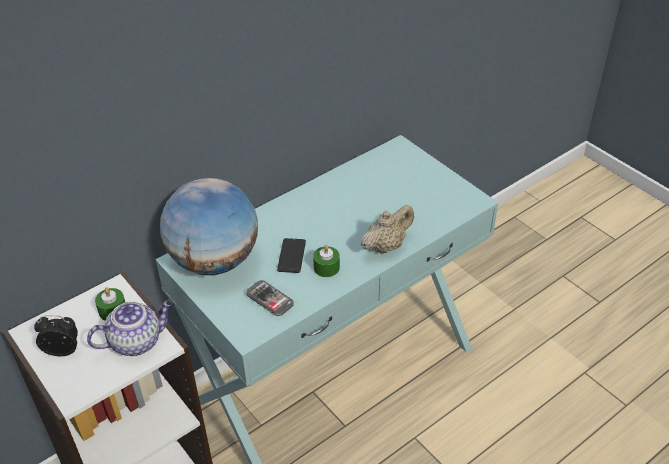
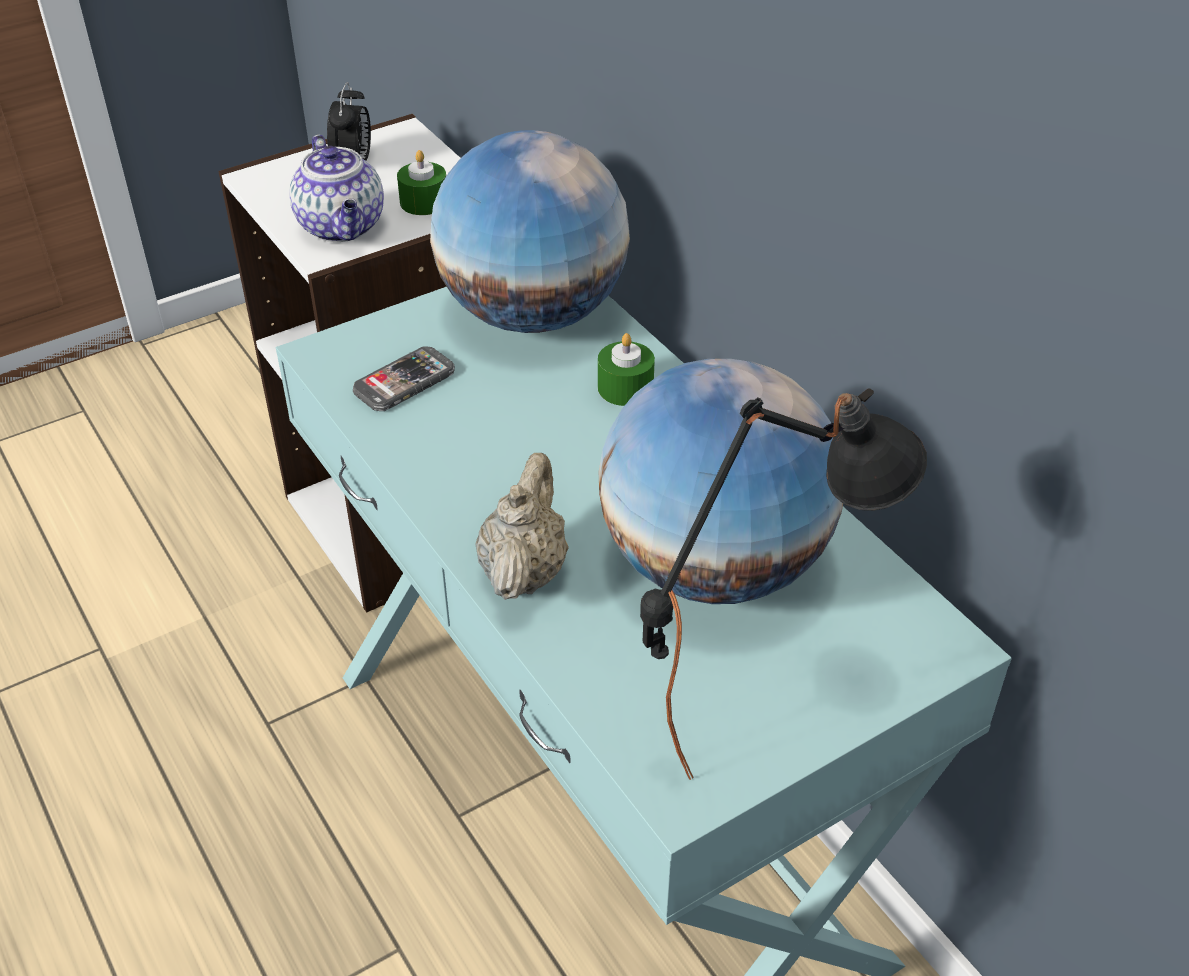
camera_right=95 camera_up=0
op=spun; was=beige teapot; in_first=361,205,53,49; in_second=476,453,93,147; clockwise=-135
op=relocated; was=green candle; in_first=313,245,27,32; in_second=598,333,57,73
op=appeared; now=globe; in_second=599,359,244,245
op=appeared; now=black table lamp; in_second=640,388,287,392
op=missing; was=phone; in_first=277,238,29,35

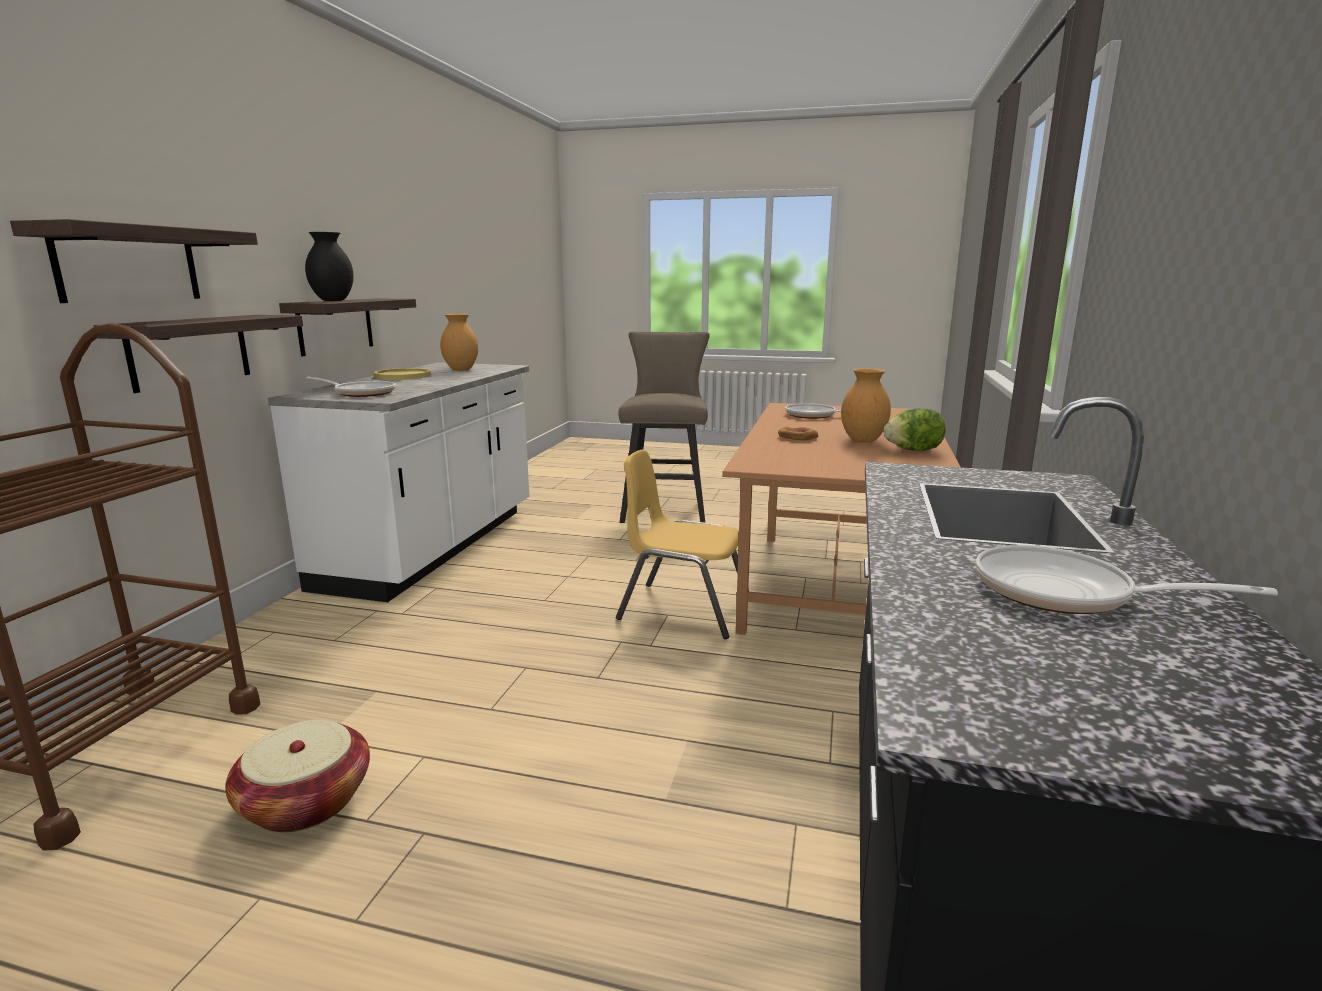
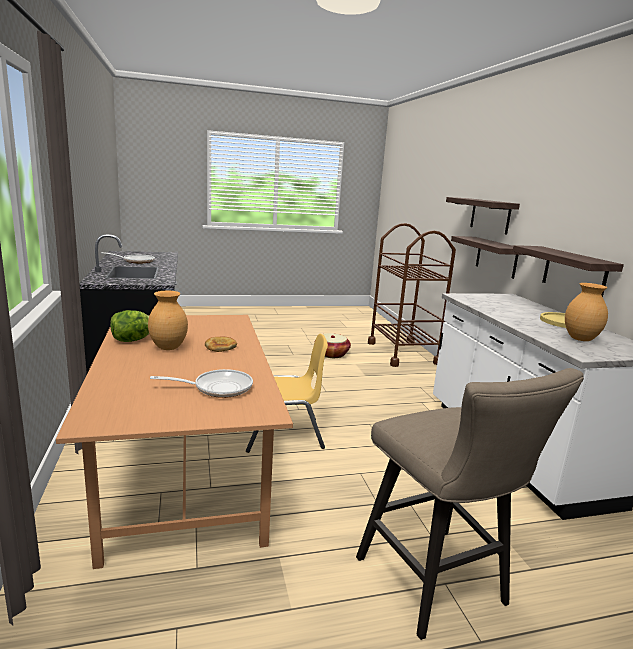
camera_right=150 camera_up=0
op=missing; was=black vase; in_first=305,232,49,69
op=missing; was=frying pan; in_first=306,377,90,20

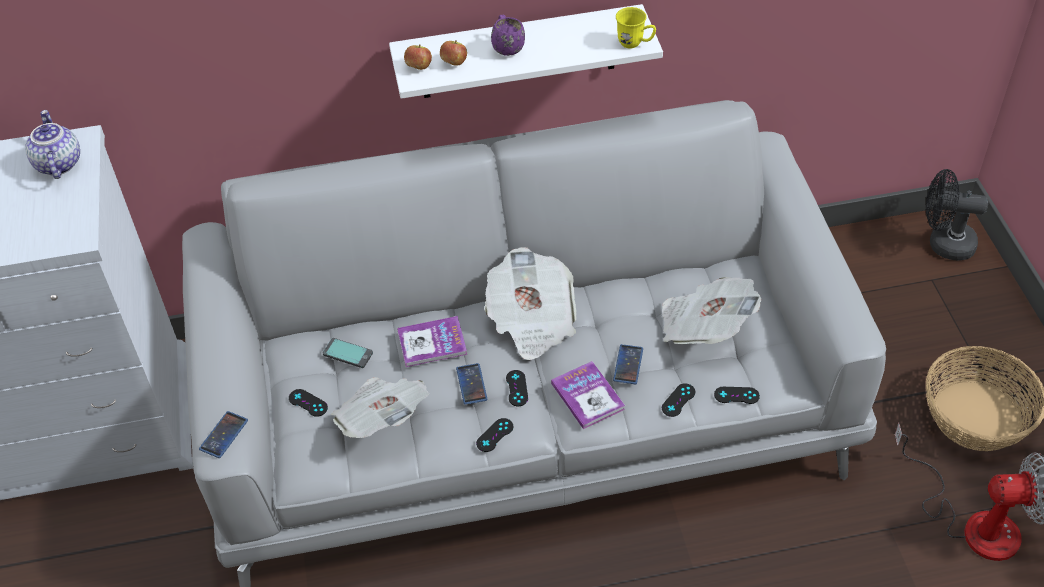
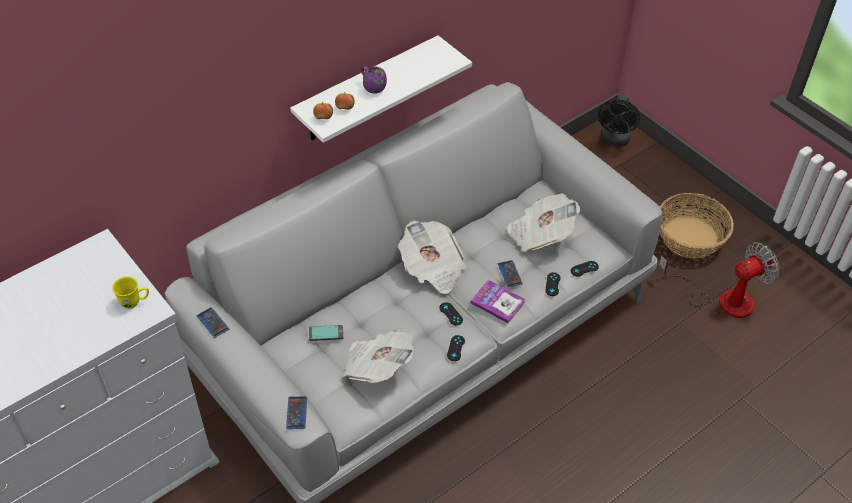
camera_right=-30 camera_up=0
op=relocated; was=yellow mug; in_first=616,7,40,41; in_second=112,276,37,33
op=relocated; was=phone; in_first=456,363,31,42; in_second=197,307,32,31
op=spun; was=black fan; in_first=926,169,62,91; in_second=598,95,42,51; clockwise=-60
op=missing; was=teapot; in_first=25,110,55,69
op=missing; was=black game controller; in_first=289,389,39,28
op=missing; was=book; in_first=397,316,70,51

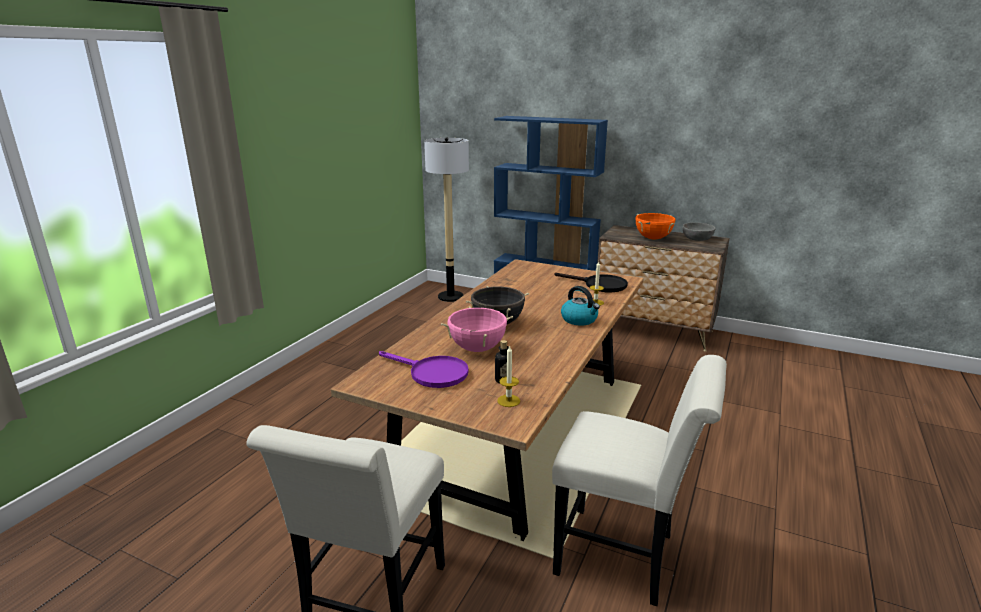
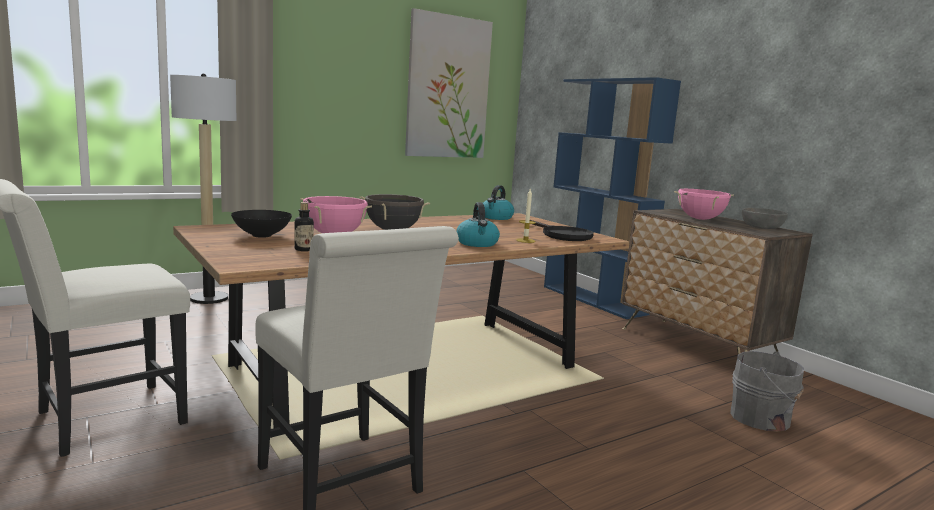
camera_right=30 camera_up=-10
op=relocated; was=floor lamp; in_first=424,137,45,165; in_second=170,73,66,231
op=exchanged; was=purple frying pan; now=black bowl; in_first=379,351,90,37; in_second=231,210,61,28
op=appeared; now=picture; in_second=405,8,88,150
op=appeared; now=kettle; in_second=483,185,31,35
op=colour; was=orange cooking pot; now=pink cooking pot; in_first=635,213,40,26; in_second=674,189,60,31
op=appeared; now=grey bucket; in_second=730,351,74,81
op=missing; was=candle; in_first=497,345,23,62

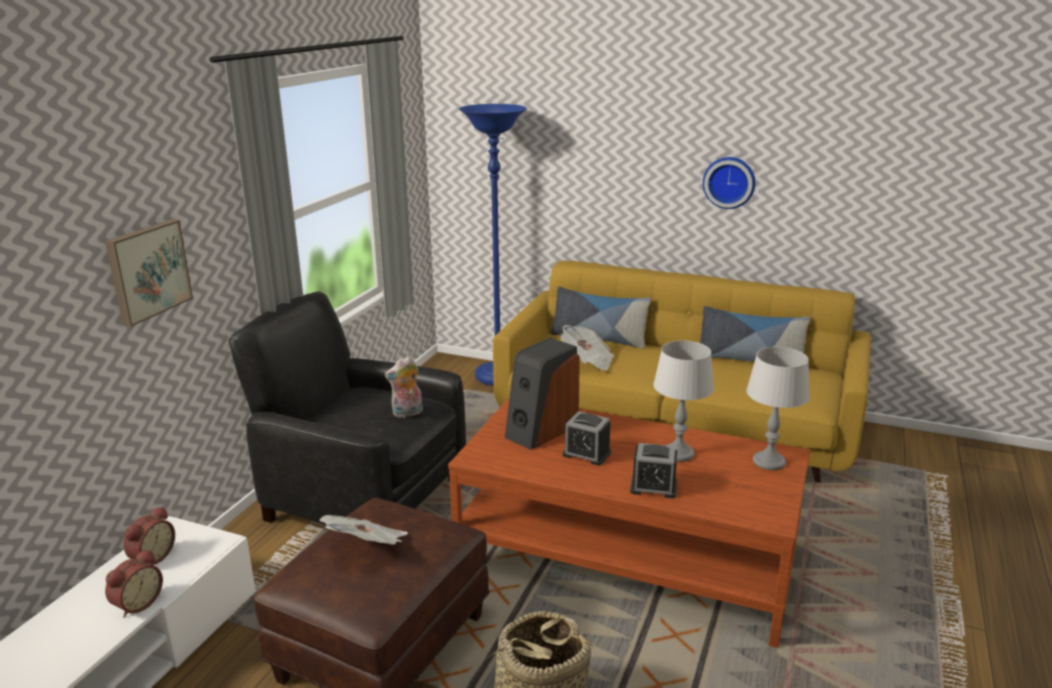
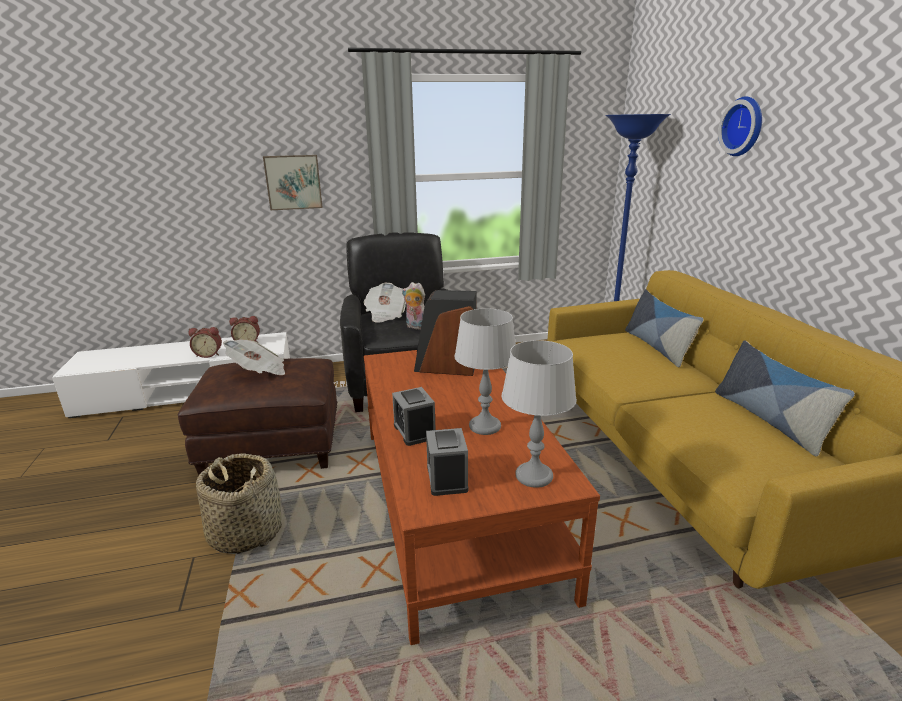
camera_right=55 camera_up=0
op=relocated; was=newspaper; in_first=561,325,53,46; in_second=363,283,43,40
op=relocated; was=alarm clock; in_first=563,411,48,55; in_second=426,428,42,68
op=relocated; was=wall clock; in_first=703,157,52,52; in_second=718,96,44,60

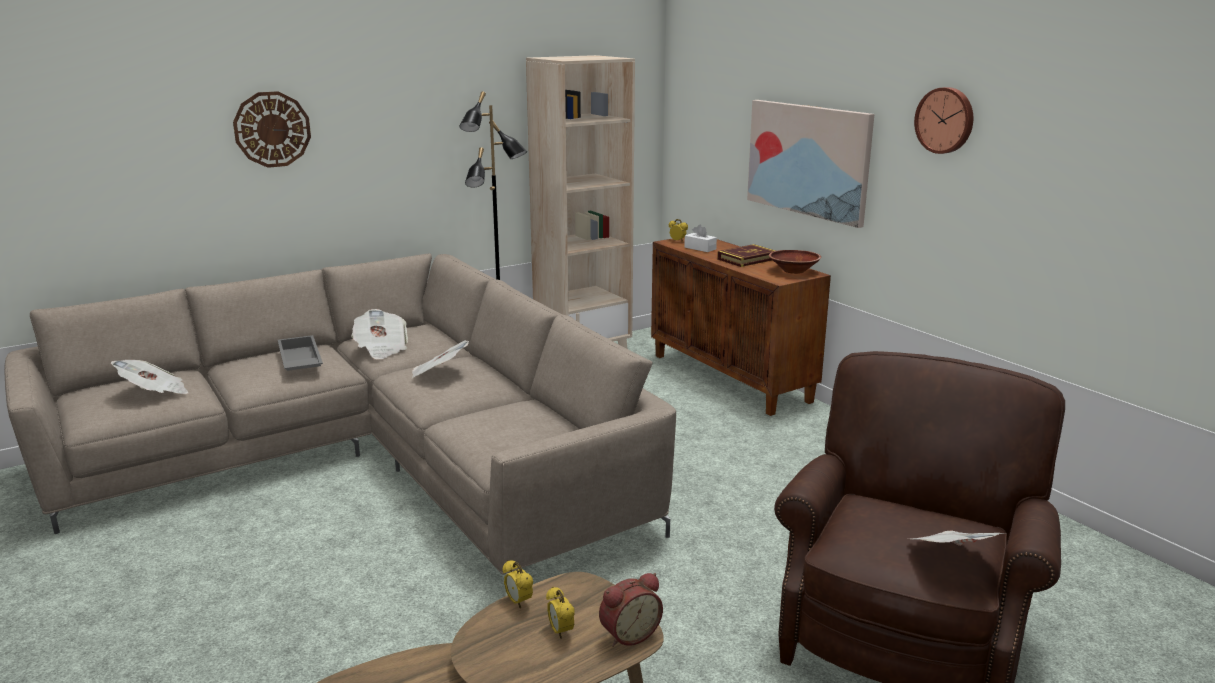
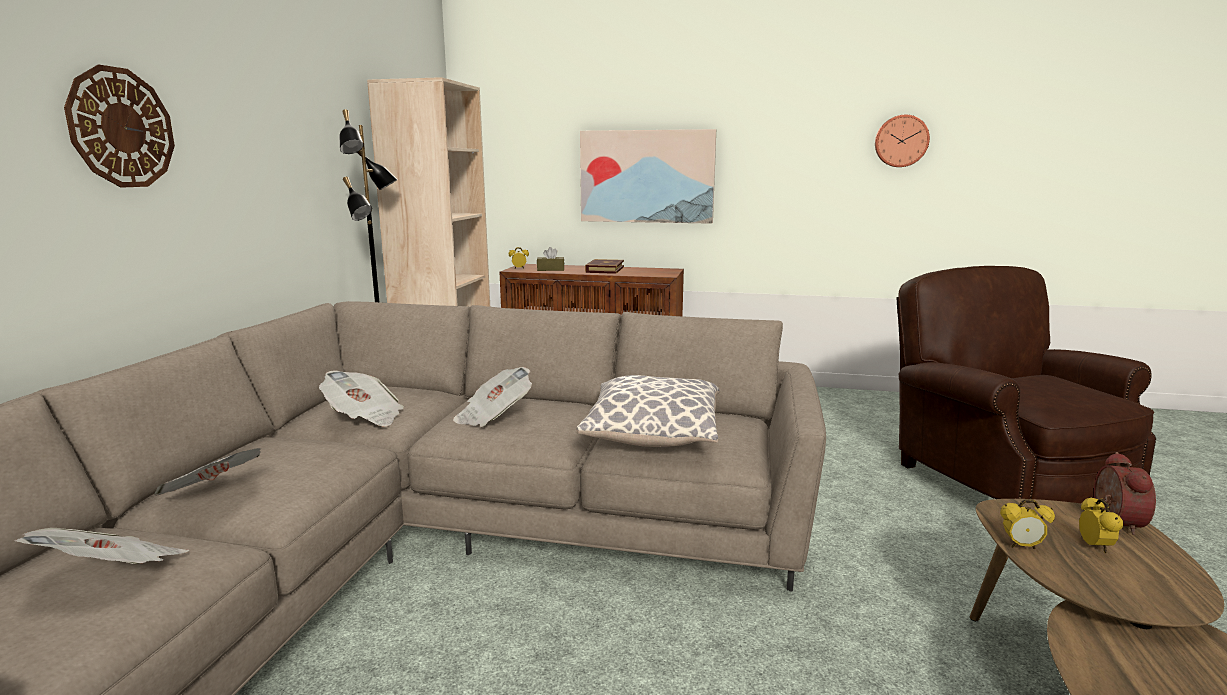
camera_right=-45 camera_up=-5
op=relocated; was=newspaper; in_first=910,531,93,15; in_second=155,448,106,48
op=colour; was=white tissue box; now=brown tissue box; in_first=684,224,33,28; in_second=537,247,28,24
op=appeared; now=pillow; in_second=577,375,142,72
op=relocated; was=wall clock; in_first=914,87,59,67; in_second=875,115,55,52
op=spun; was=alarm clock; in_first=546,586,29,53; in_second=1079,497,44,56; clockwise=-105
op=missing; was=grey tray; in_first=278,335,45,36
op=missing; was=brown bowl; in_first=769,250,52,24

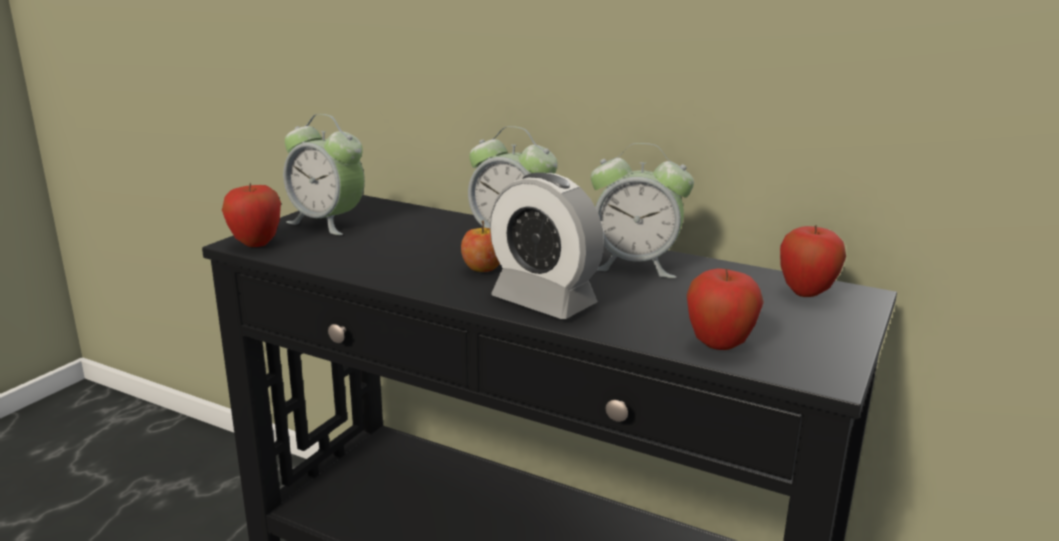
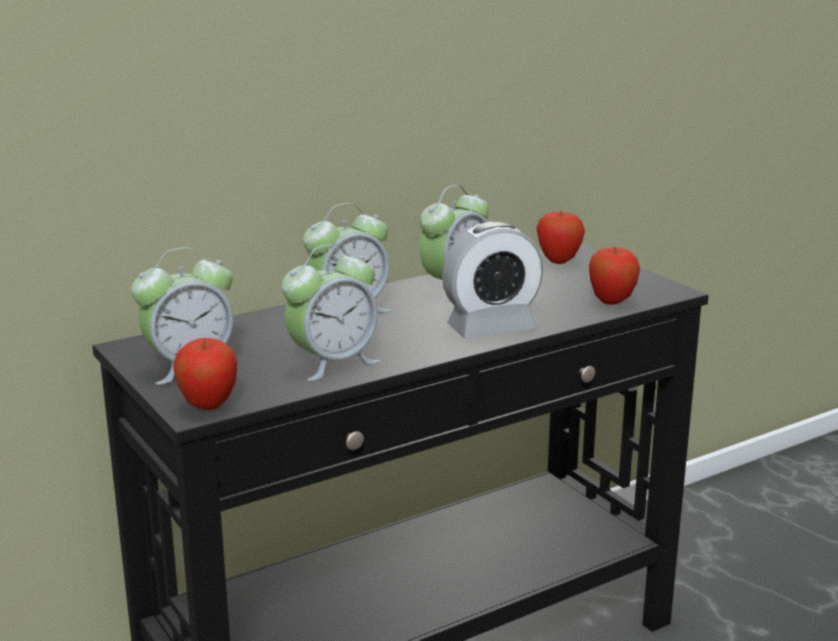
camera_right=-60 camera_up=0
op=appeared; now=alarm clock; in_second=282,244,98,137
op=missing; was=apple; in_first=461,220,39,52

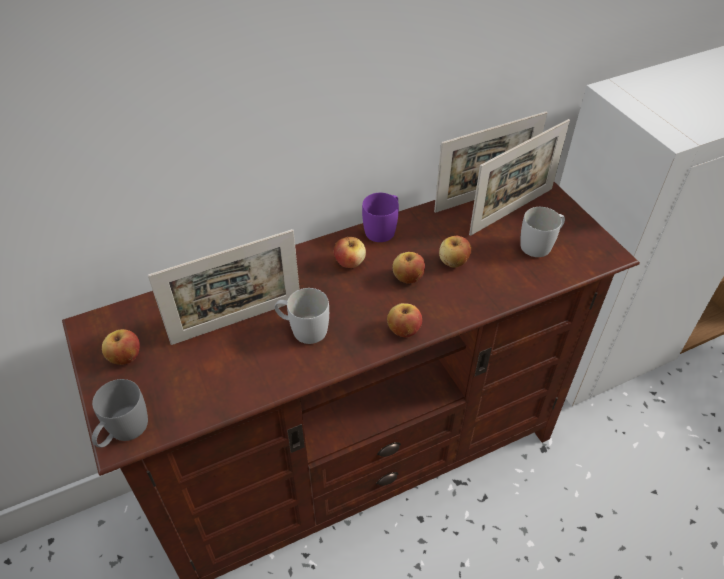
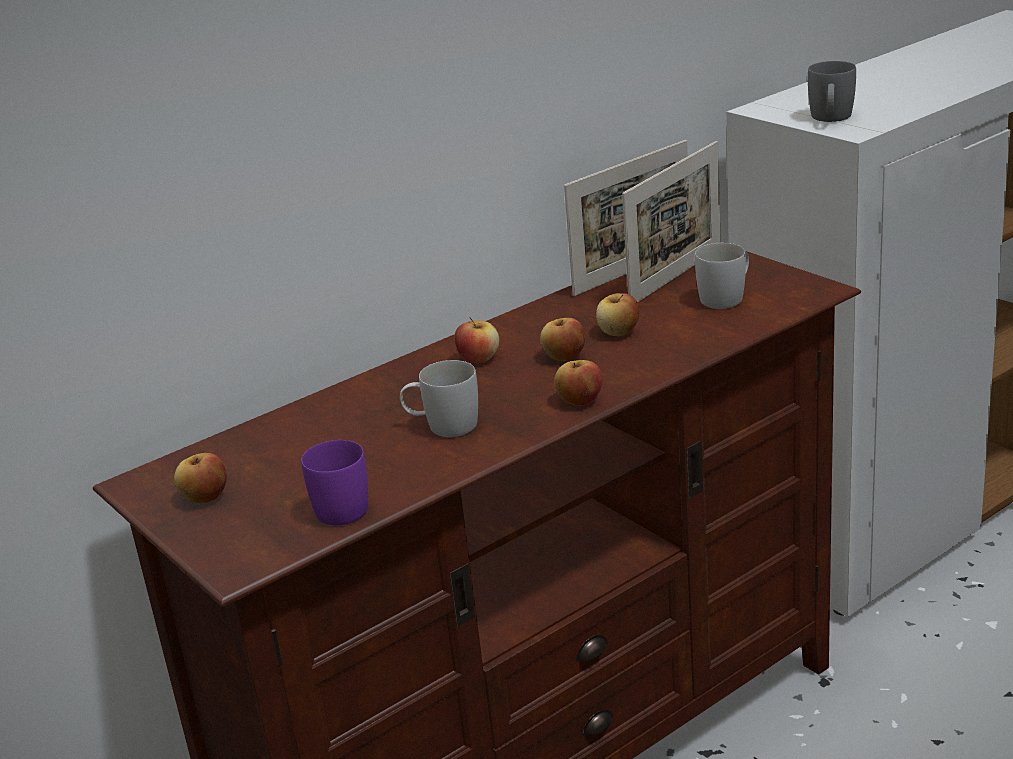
camera_right=-10 camera_up=-20
op=relocated; was=purple mug; in_first=362,193,37,49; in_second=301,440,67,85
op=relocated; was=grey mug; in_first=92,379,56,68; in_second=808,61,48,61
op=missing; was=picture frame; in_first=148,229,151,116

